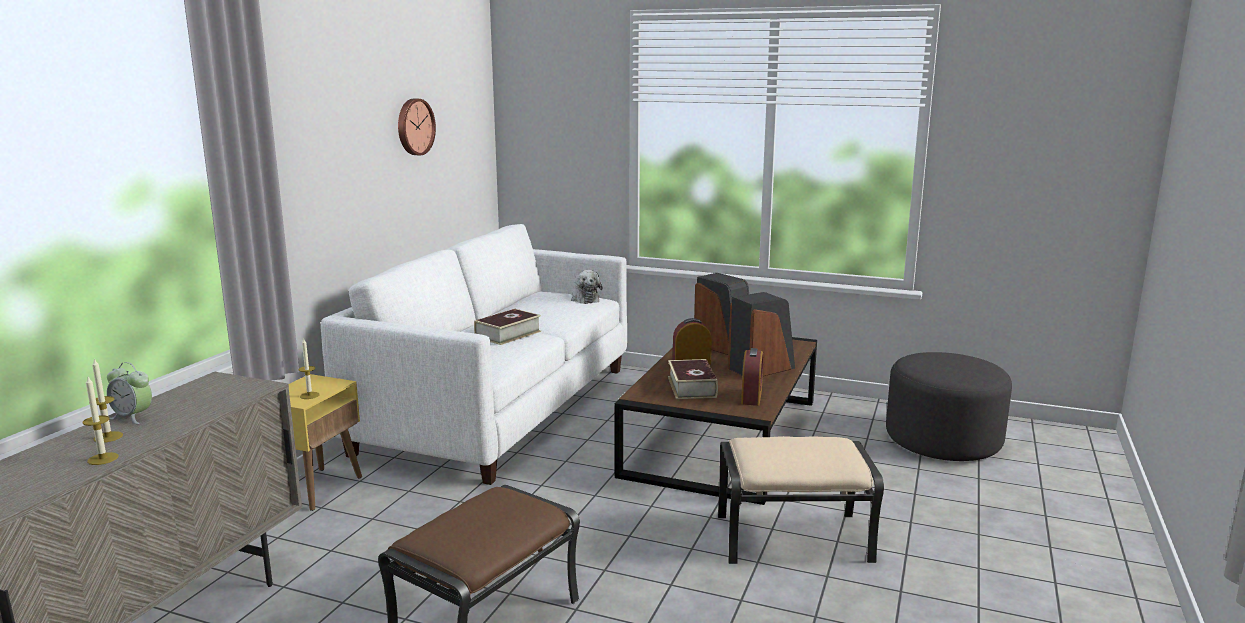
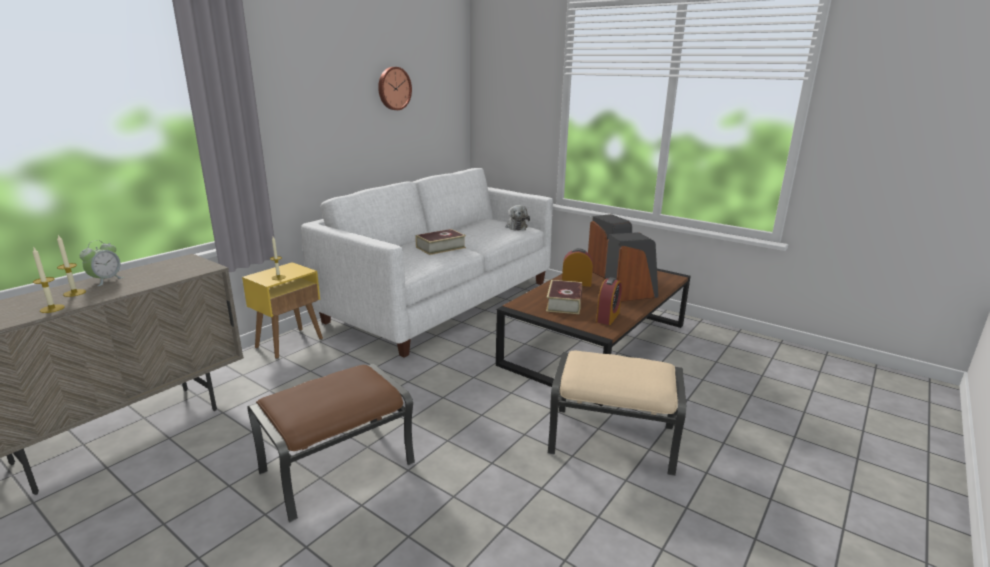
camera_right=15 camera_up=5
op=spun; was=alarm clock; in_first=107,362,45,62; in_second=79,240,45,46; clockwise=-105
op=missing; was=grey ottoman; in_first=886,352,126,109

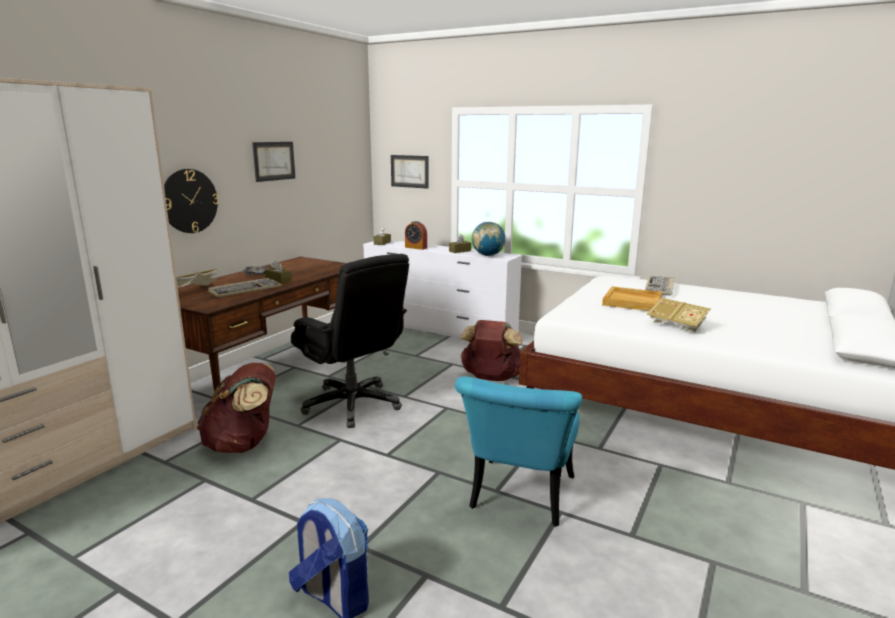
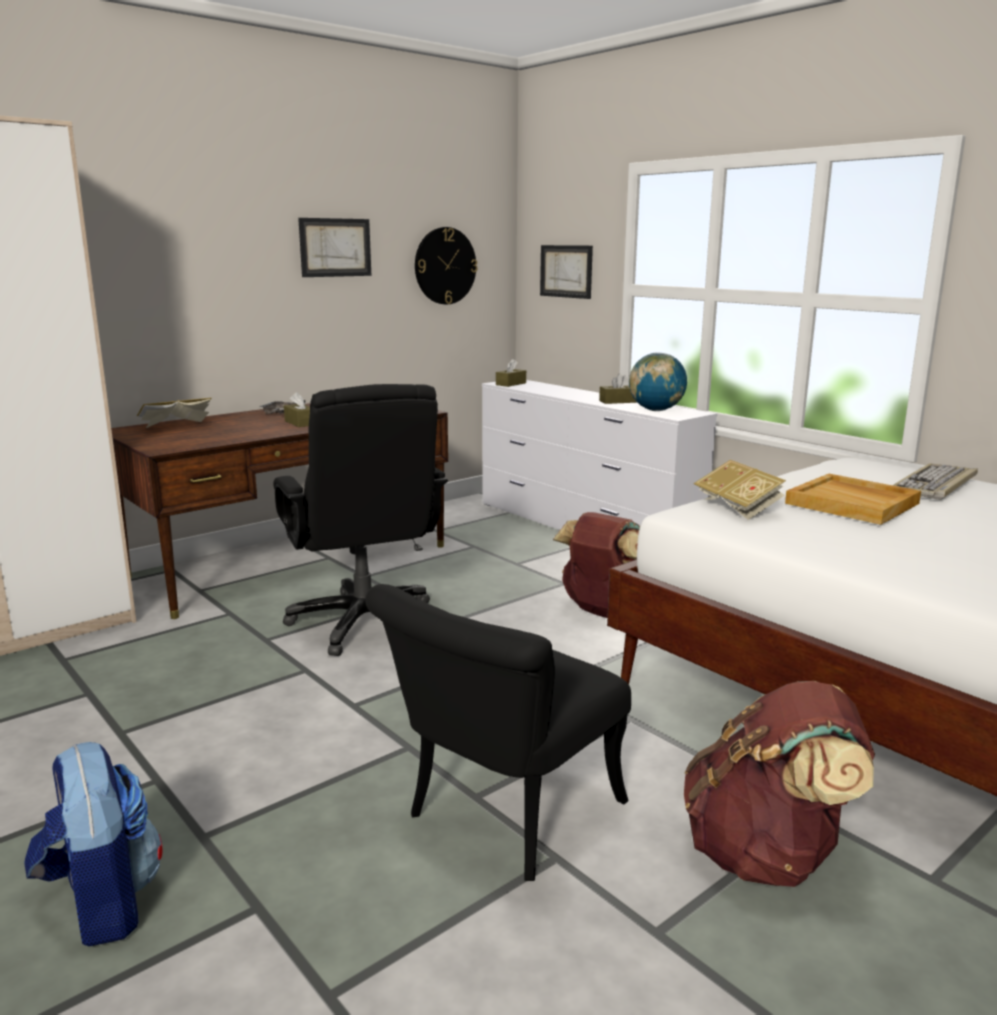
camera_right=20 camera_up=0
op=colour; was=turquoise chair; now=black chair; in_first=455,376,127,151; in_second=365,584,266,297
op=relocated; was=wall clock; in_first=164,169,55,64; in_second=415,227,62,77
op=relocated; was=brown backpack; in_first=197,362,79,91; in_second=684,681,191,206
op=relocated; was=book; in_first=647,297,63,37; in_second=693,460,93,60
op=missing; was=keyboard; in_first=208,278,74,19
op=missing; was=alarm clock; in_first=405,221,22,29

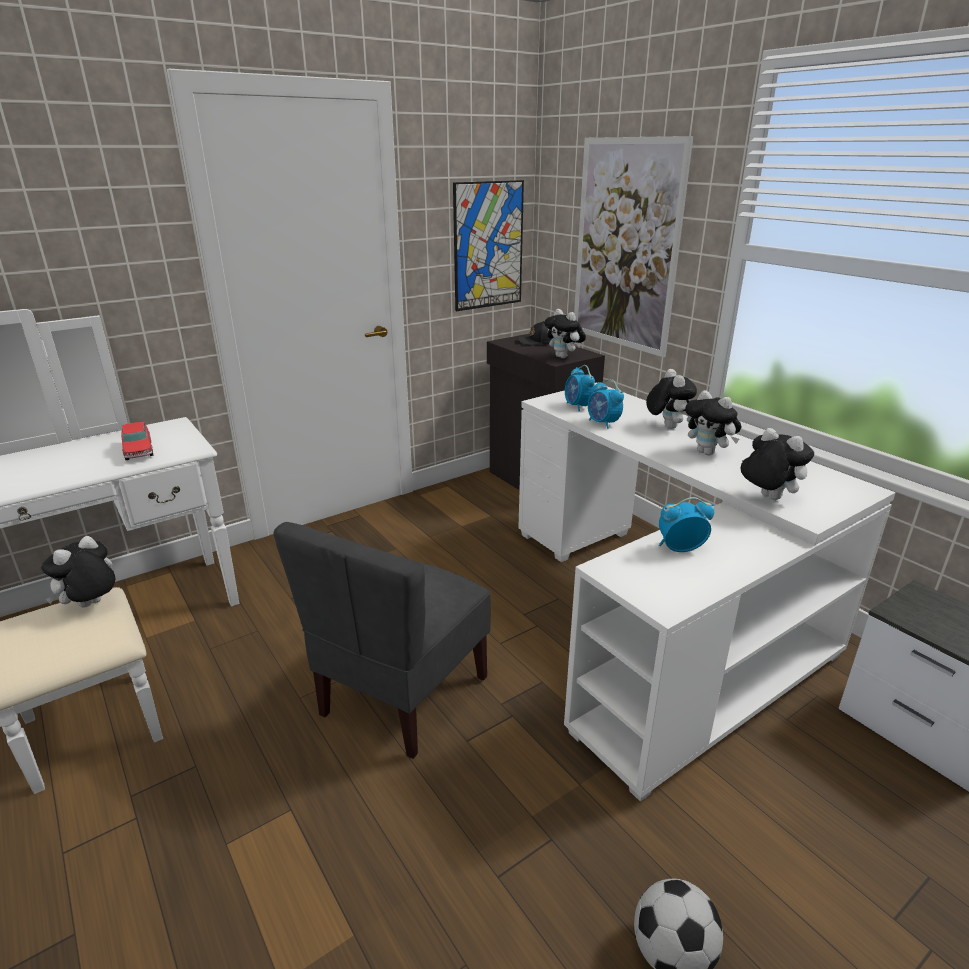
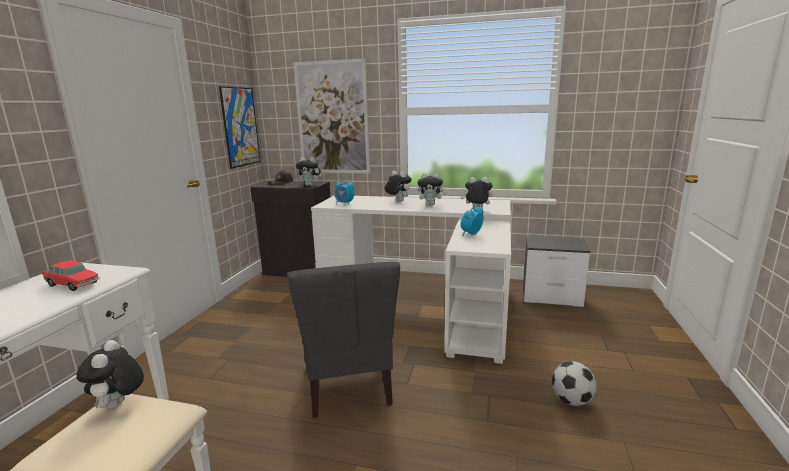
camera_right=-40 camera_up=-10
op=missing; was=alarm clock; in_first=588,379,36,50

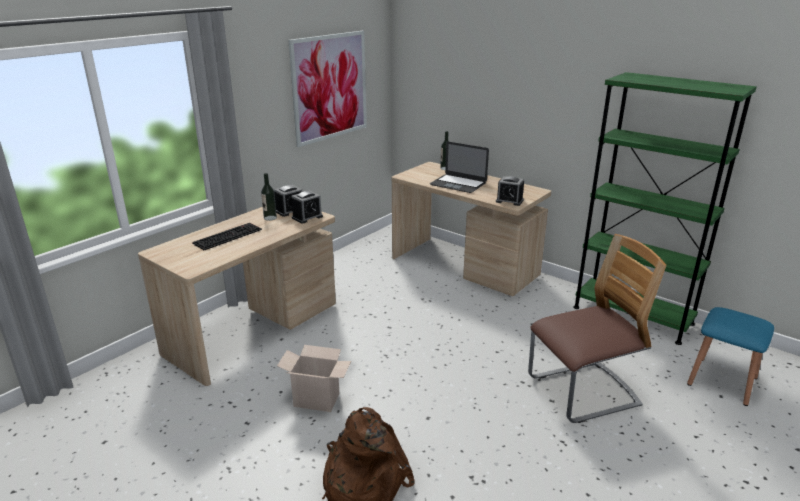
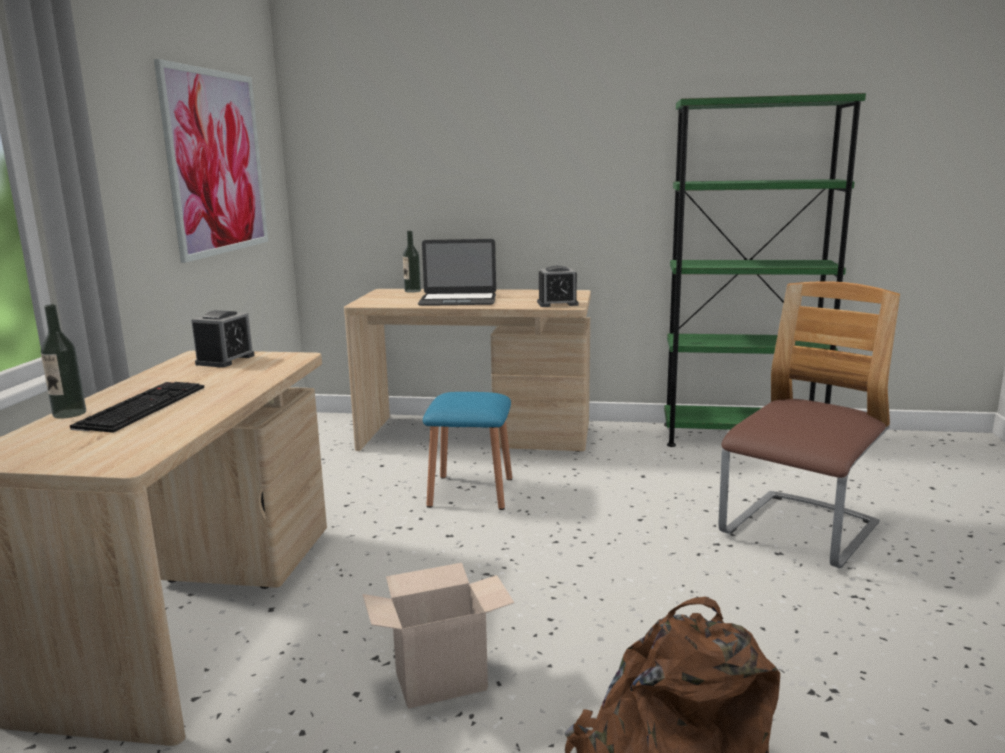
camera_right=-30 camera_up=-10
op=relocated; was=bottle; in_first=261,173,16,48; in_second=41,304,45,115
op=relocated; was=blue stool; in_first=687,307,87,99; in_second=423,392,89,118
op=missing; was=alarm clock; in_first=291,191,32,33

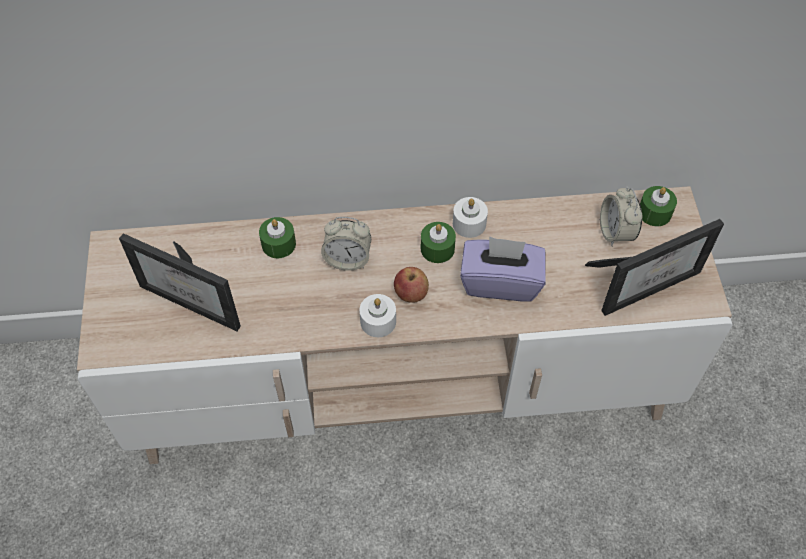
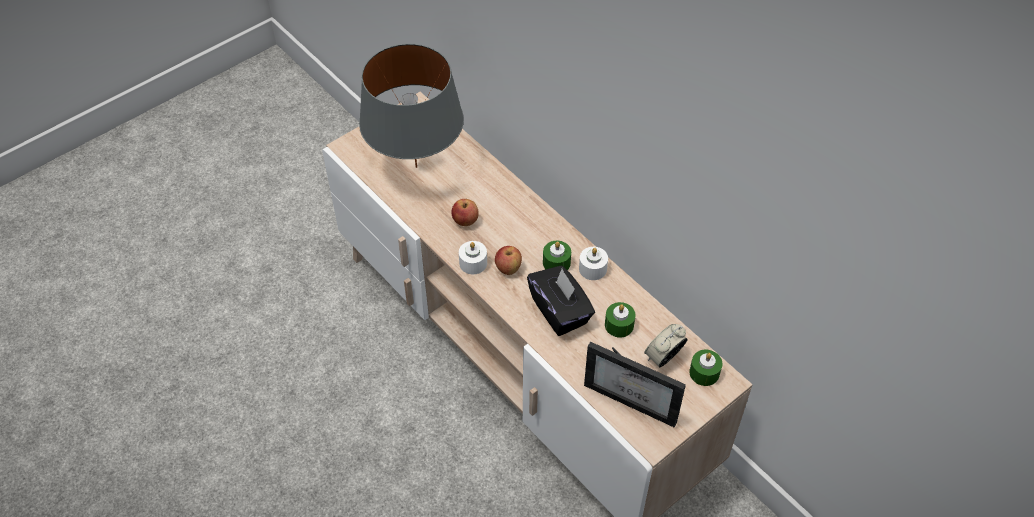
camera_right=55 camera_up=-5
op=exchanged; was=picture frame; now=grey table lamp; in_first=119,233,122,98; in_second=359,44,105,124
op=appeared; now=apple; in_second=452,199,27,27
op=colour; was=purple tissue box; now=black tissue box; in_first=460,236,86,66; in_second=527,266,68,70
op=relocated; was=green candle; in_first=259,217,37,41; in_second=605,302,30,36
op=missing; was=alarm clock; in_first=321,217,50,54

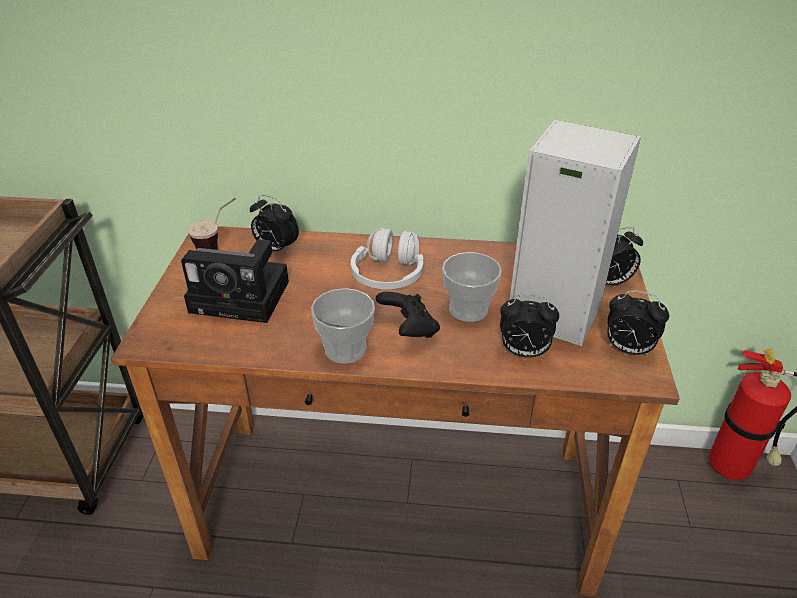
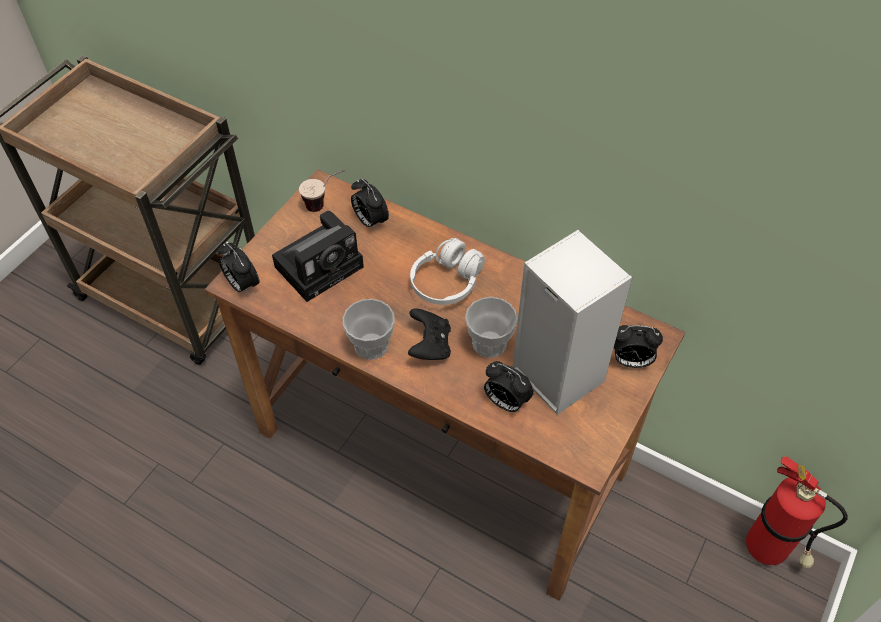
camera_right=25 camera_up=15
op=relocated; was=alarm clock; in_first=607,290,62,67; in_second=218,243,42,52
op=spun; was=photo camera; in_first=181,239,108,84; in_second=272,211,92,91; clockwise=-75

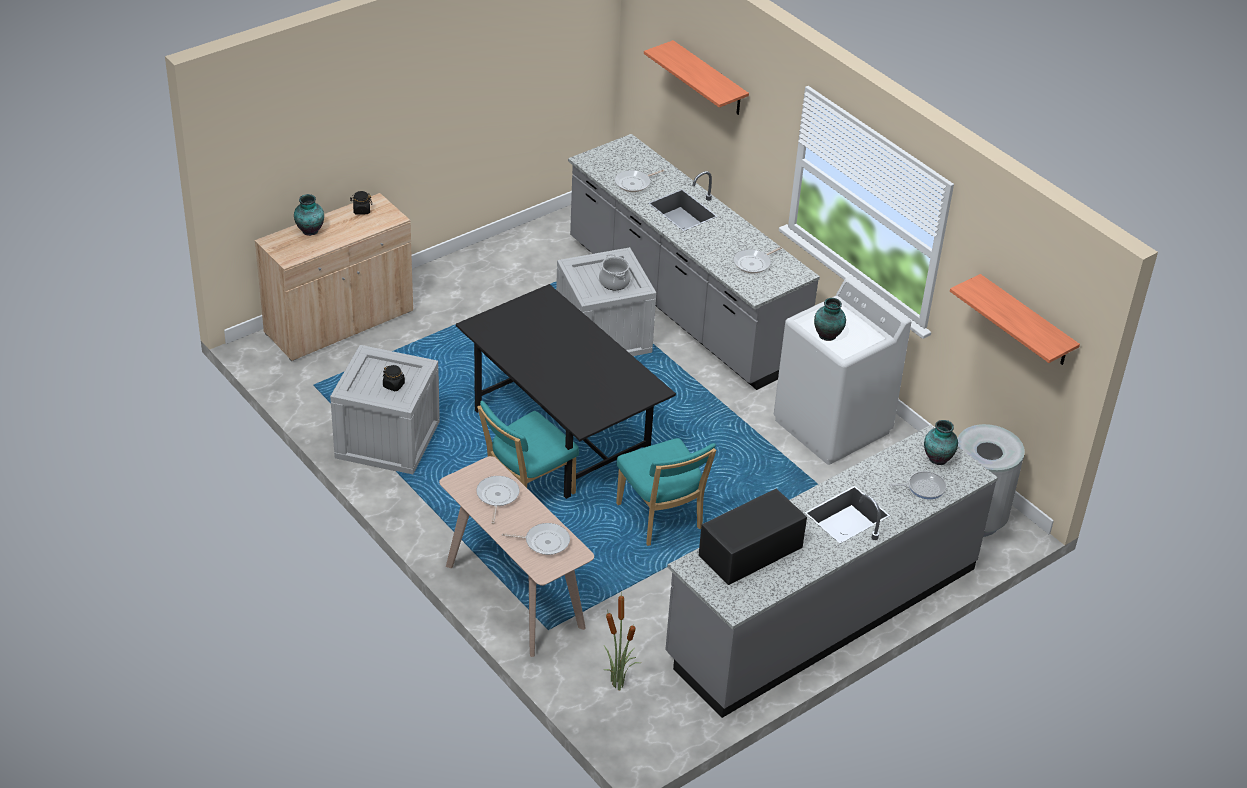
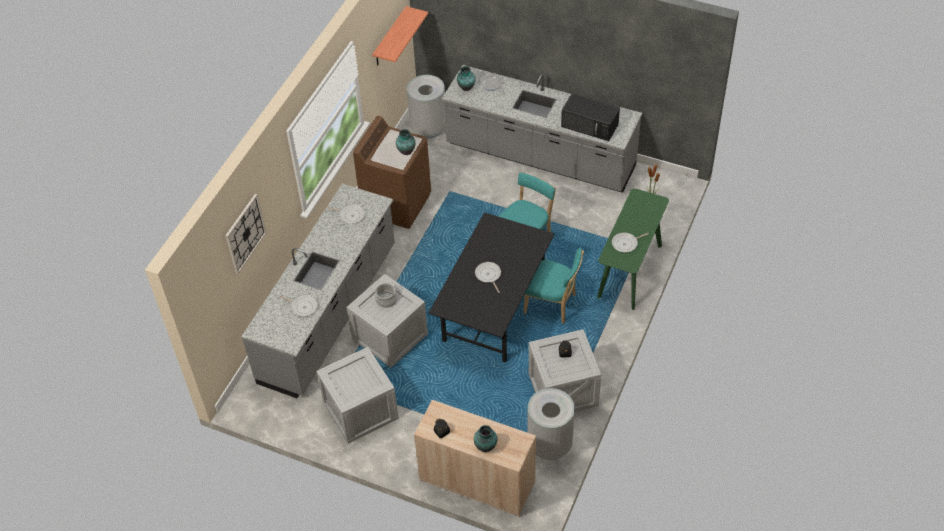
camera_right=-115 camera_up=10
op=exchanged; was=shelf; now=wall clock; in_first=644,40,105,75; in_second=225,194,42,80
op=appeared; now=crate; in_second=317,347,82,97
op=colour; was=white washing machine; now=brown washing machine; in_first=774,276,137,189; in_second=353,116,78,113
op=relocated; was=frying pan; in_first=501,523,69,32; in_second=475,262,26,31
op=appeared; now=grey trash can; in_second=527,388,48,72
op=colour; was=beige console table; now=green console table; in_first=439,456,155,201; in_second=597,189,72,121

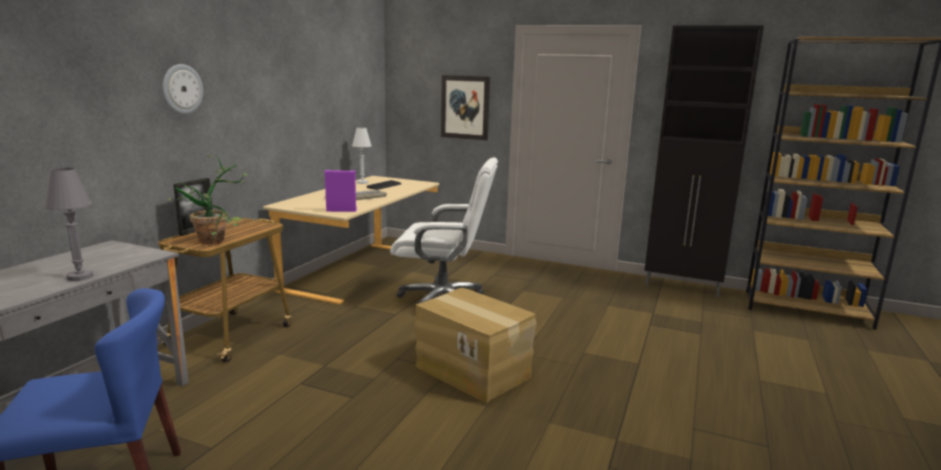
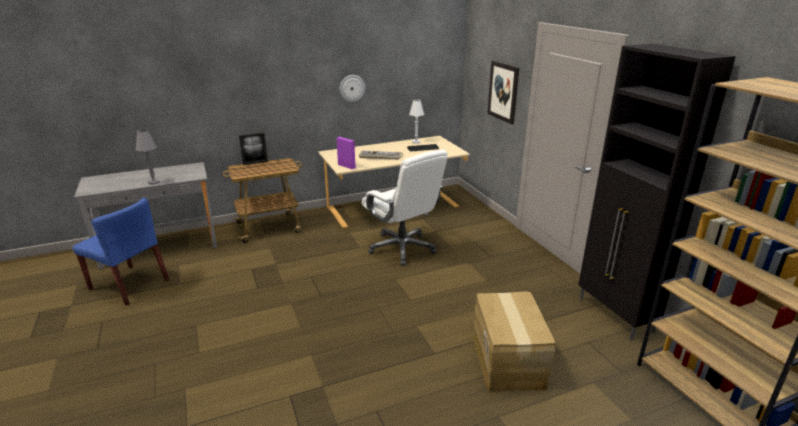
camera_right=45 camera_up=10
op=relocated; was=wall clock; in_first=163,64,40,50; in_second=340,75,25,27
op=relocated; was=cardboard box; in_first=414,288,123,115; in_second=473,291,82,101
op=missing; was=potted plant; in_first=167,155,81,89

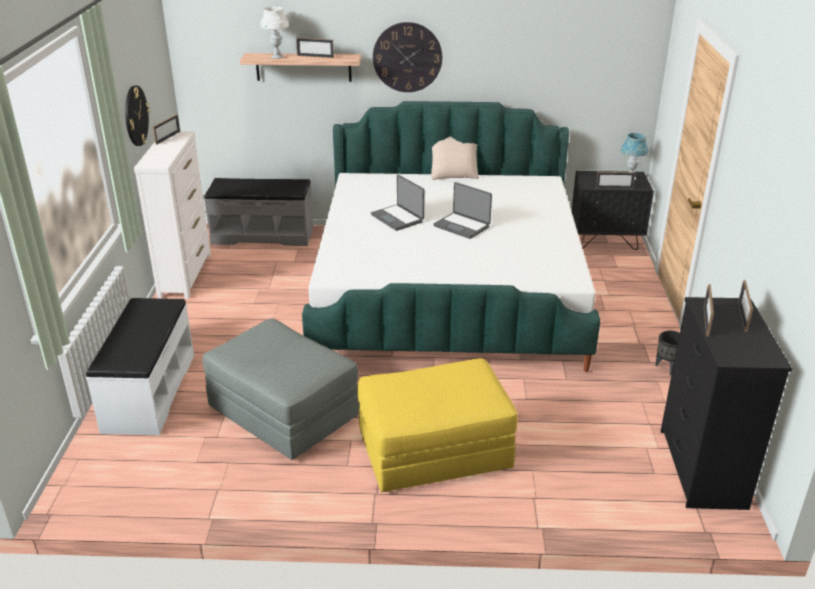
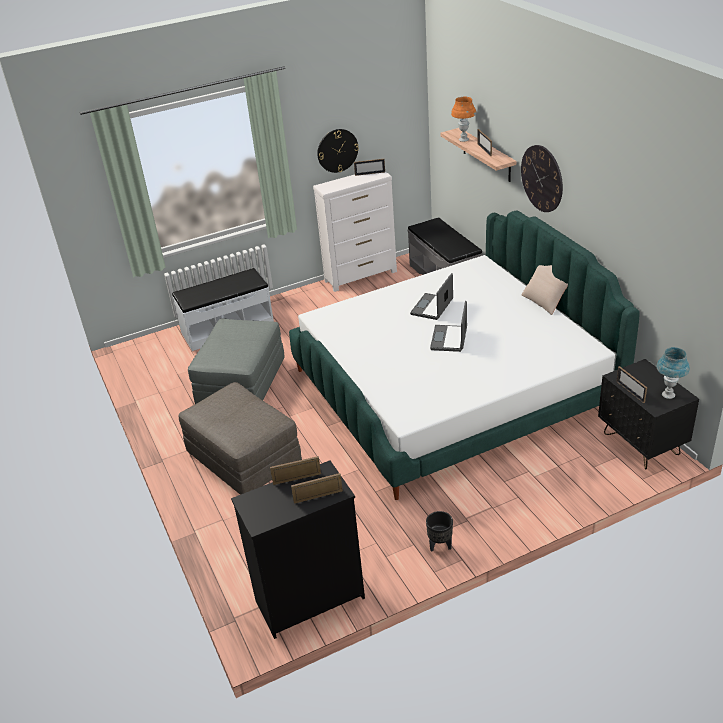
camera_right=65 camera_up=5
op=colour; was=yellow ottoman; now=grey ottoman; in_first=357,358,161,134; in_second=179,382,123,113
op=colour; was=white table lamp; now=orange table lamp; in_first=260,6,29,53; in_second=451,97,25,45

